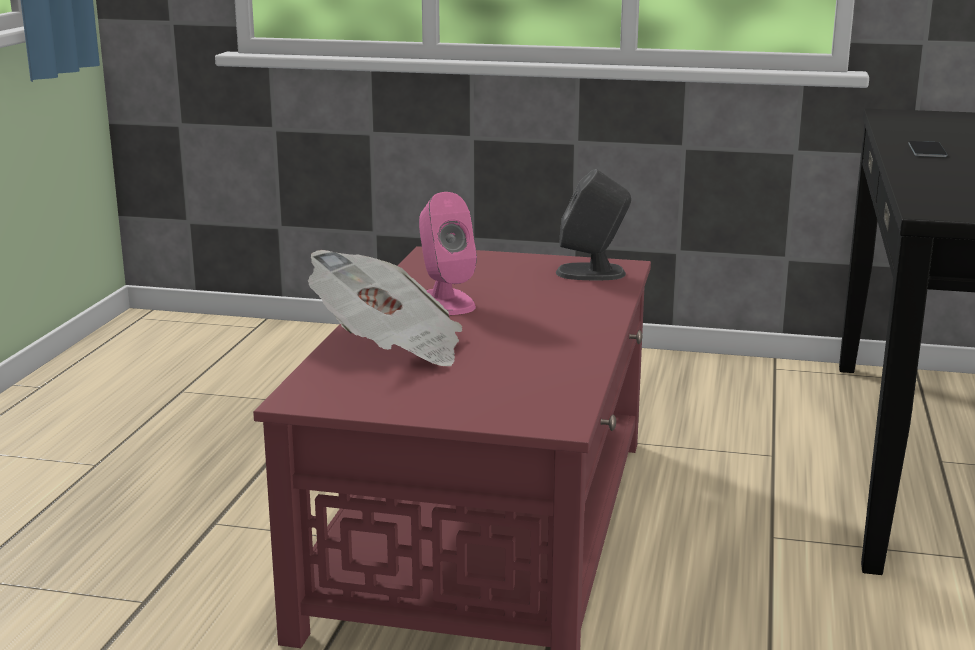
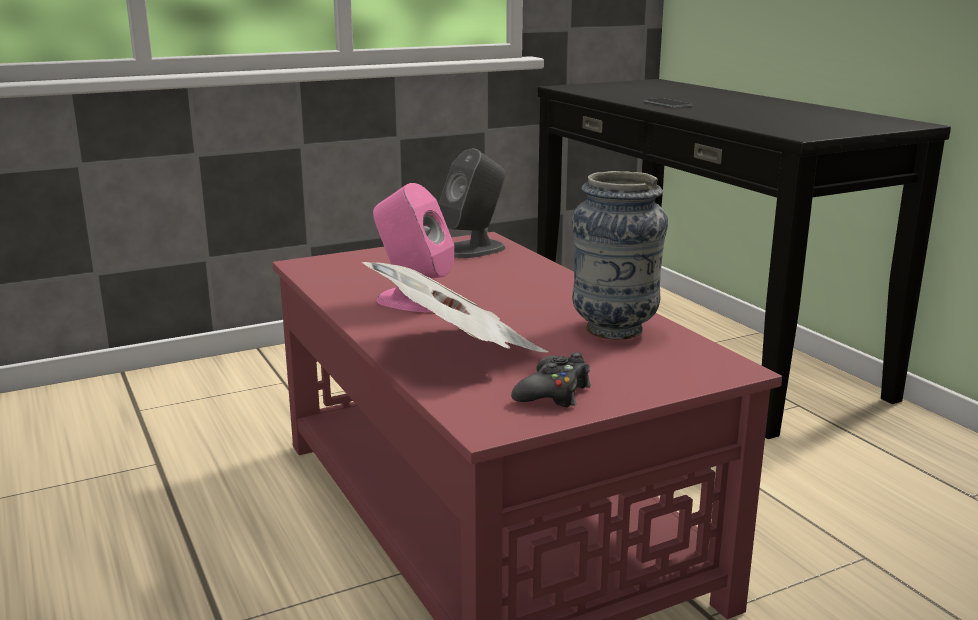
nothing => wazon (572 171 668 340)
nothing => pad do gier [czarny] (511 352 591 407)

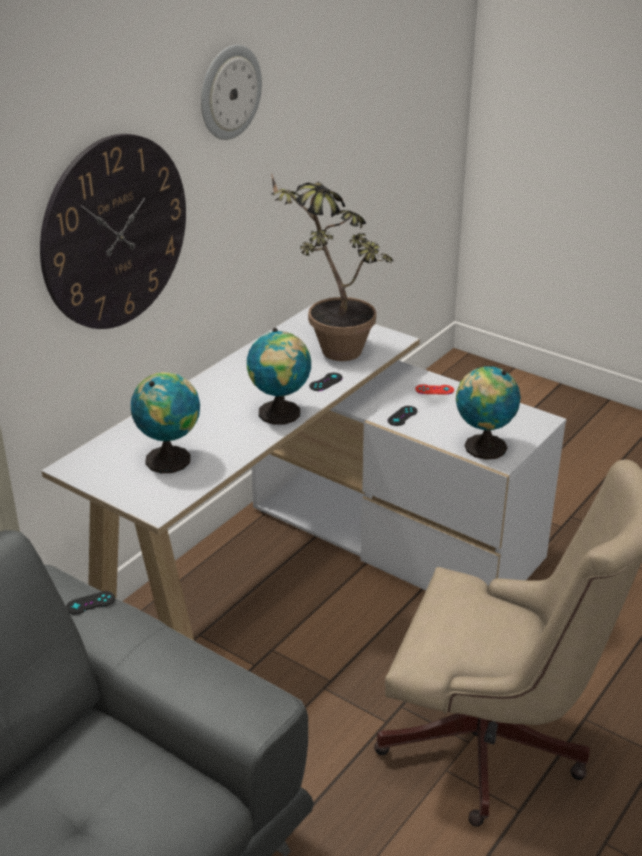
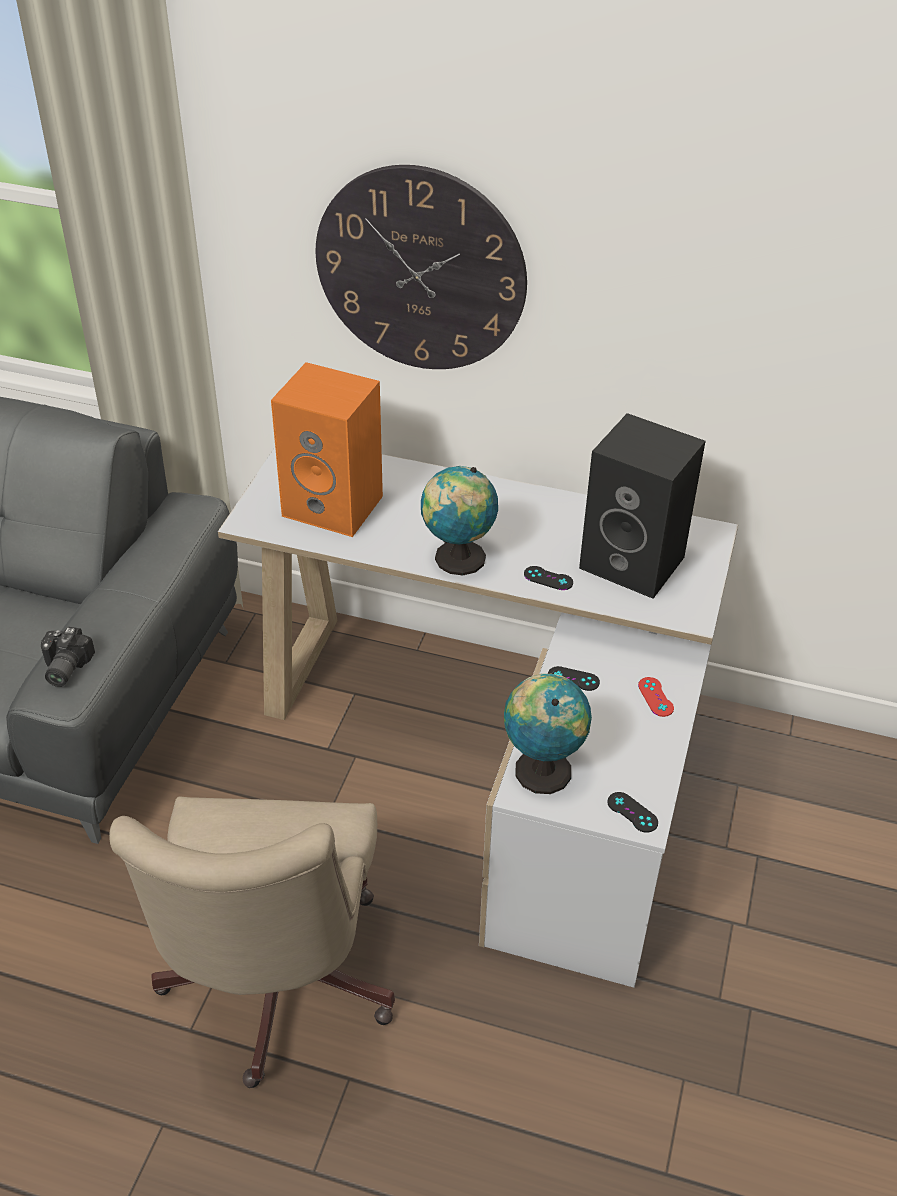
zegar ścienny (201 45 262 140) => nothing
roślina doniczkowa (271 173 393 361) => głośnik [czarny] (579 413 705 599)
globus (131 372 200 473) => głośnik [pomarańczowy] (271 362 383 537)
pad do gier [czarny] (66 591 115 615) => pad do gier [czarny] (607 792 658 833), moved
nothing => aparat fotograficzny (41 627 95 687)

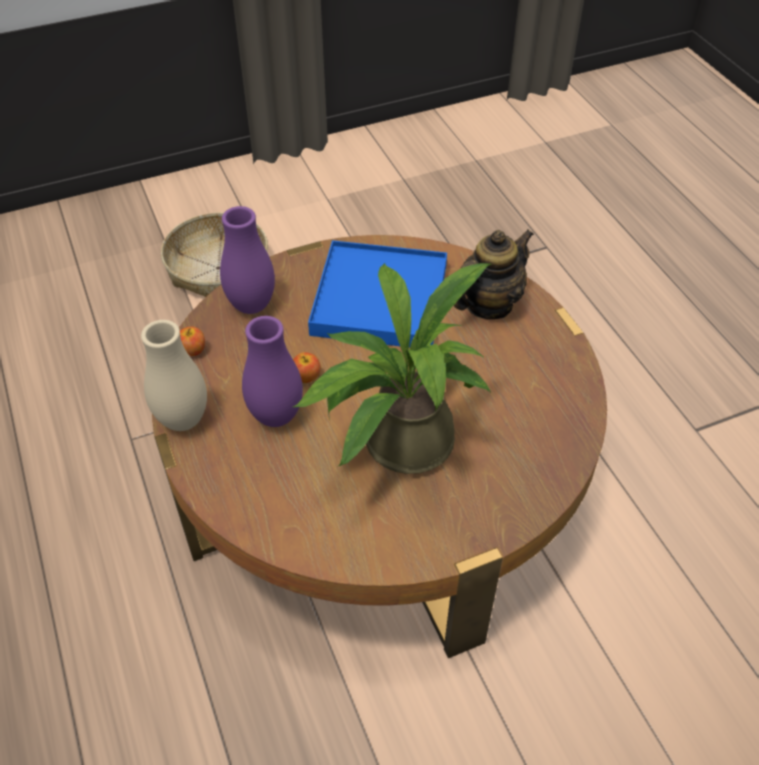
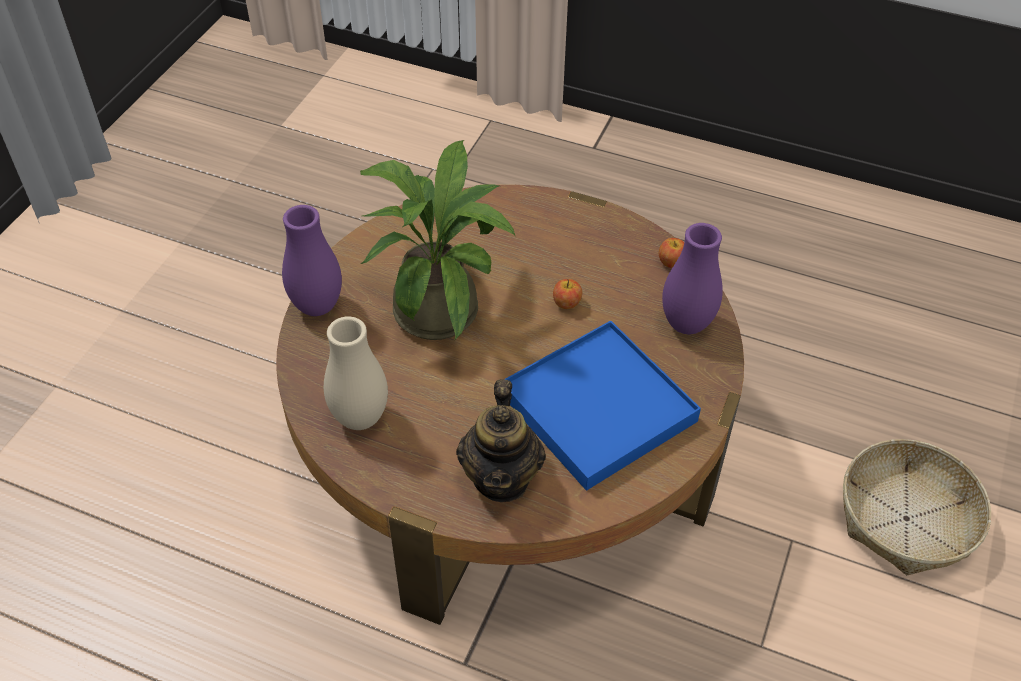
wazon [fioletowy] (242 316 303 427) => wazon [fioletowy] (282 205 342 316), moved
wazon [beżowy] (141 320 207 431) => wazon [beżowy] (324 316 388 430), moved

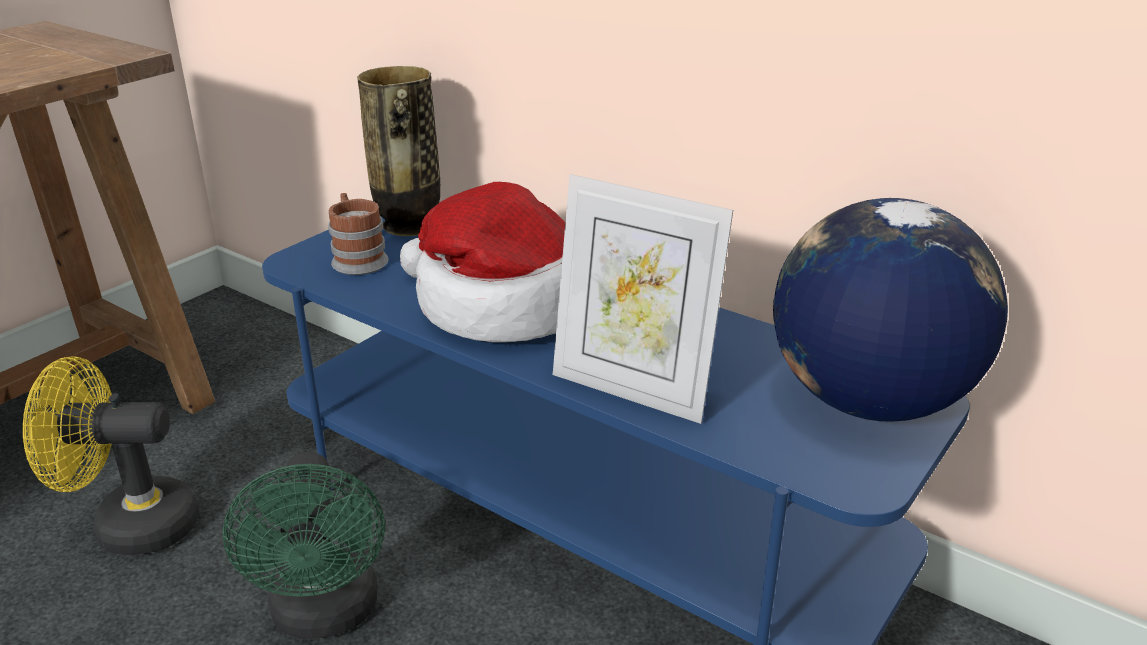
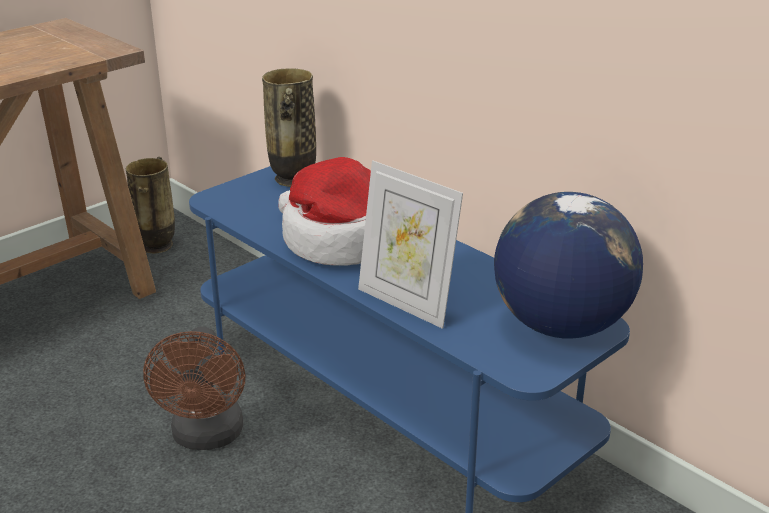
kubek (328 193 388 275) => nothing
wentylator [żółty] (23 356 199 555) => nothing
wentylator [zielony] (223 452 385 639) => wentylator [brązowy] (143 326 245 450)
nothing => wazon (125 156 175 254)

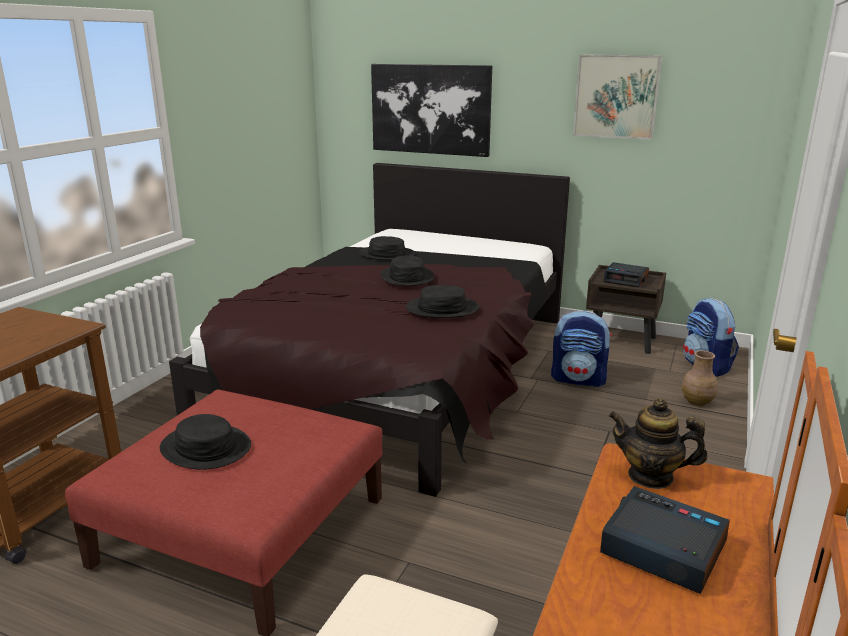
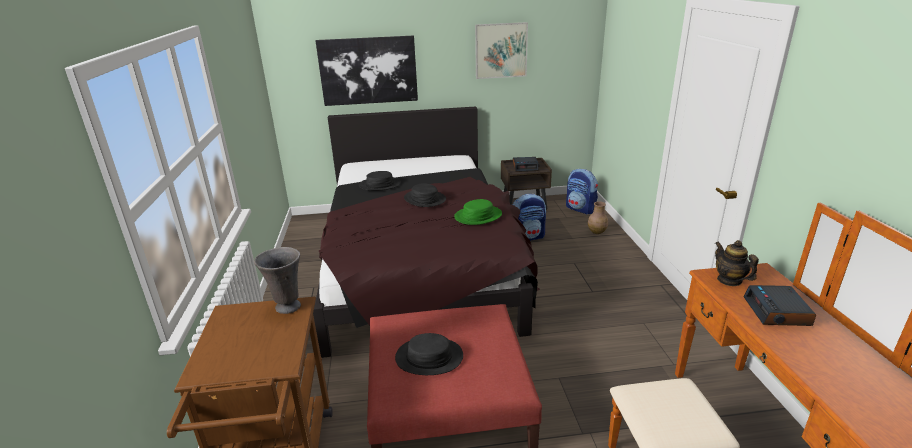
kapelusz [czarny] (406 285 479 318) => kapelusz [zielony] (454 199 502 225)
imbryk (609 398 707 489) => imbryk (715 240 759 286), 75 degrees clockwise
budzik (600 486 730 594) => budzik (743 285 816 326), 90 degrees counterclockwise
nothing => wazon [szary] (254 247 301 314)

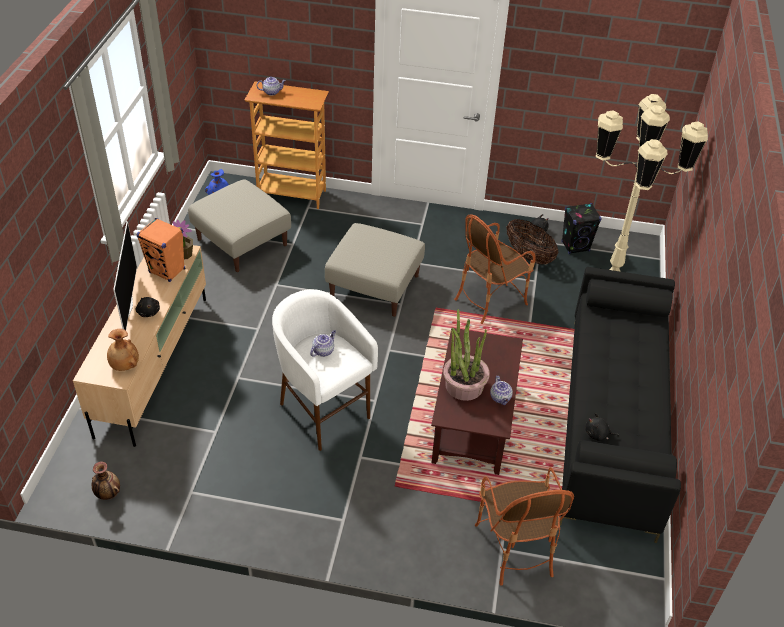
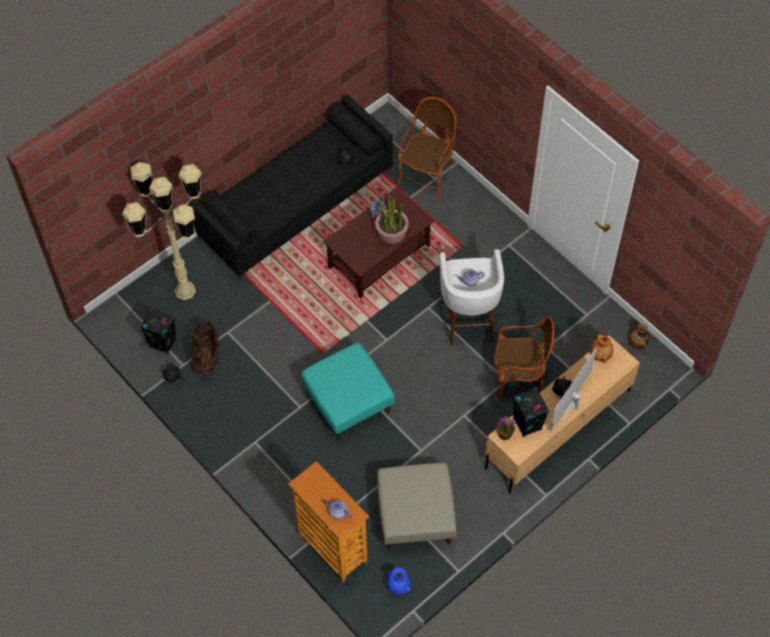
fotel (454 214 536 324) => fotel (495 316 554 401), moved
głośnik [pomarańczowy] (137 218 185 282) => głośnik [czarny] (513 387 549 437)
pufa [beżowy] (325 223 425 317) => pufa [turkusowy] (301 343 395 440)

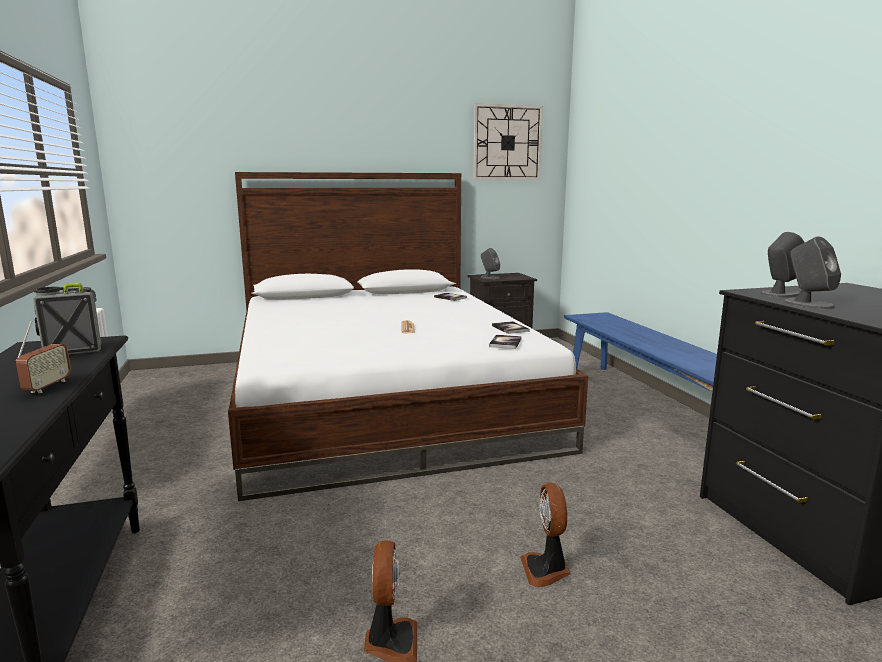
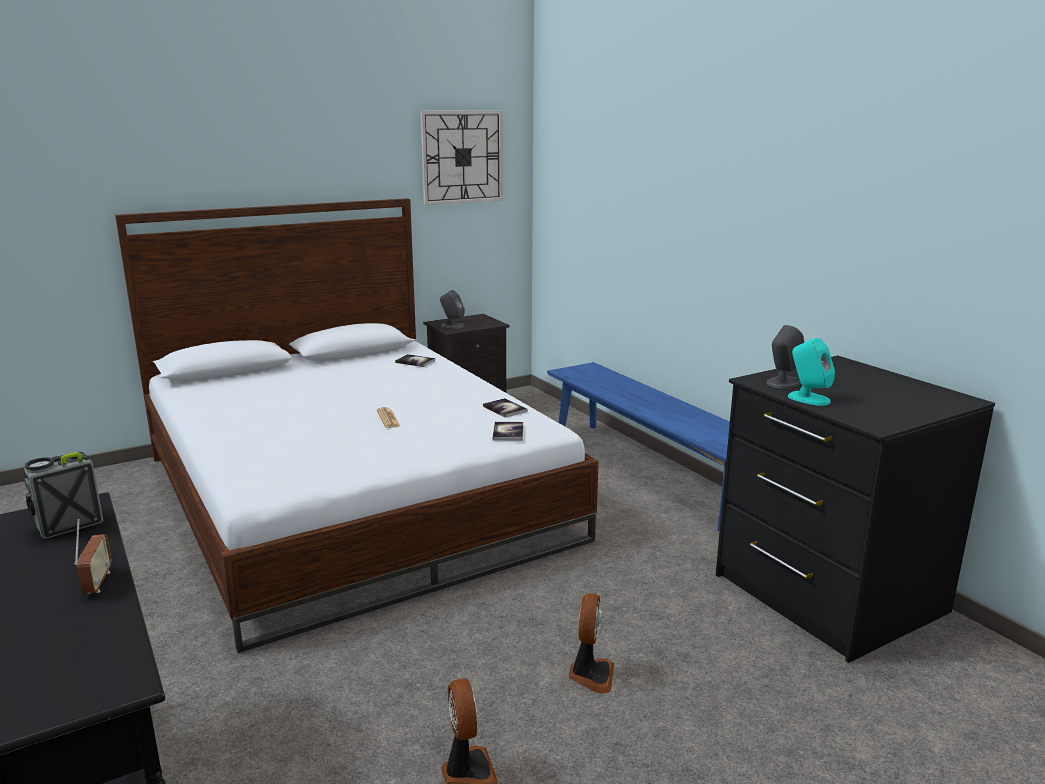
głośnik [szary] (783 236 841 310) => głośnik [turkusowy] (788 338 835 406)
wentylator (520 483 571 588) => wentylator (569 593 614 694), 150 degrees counterclockwise

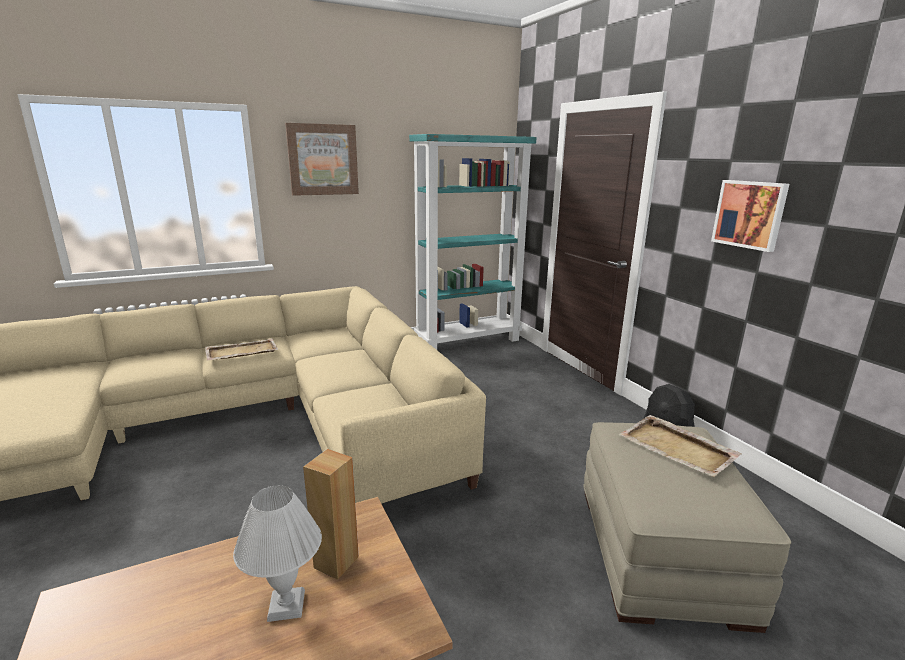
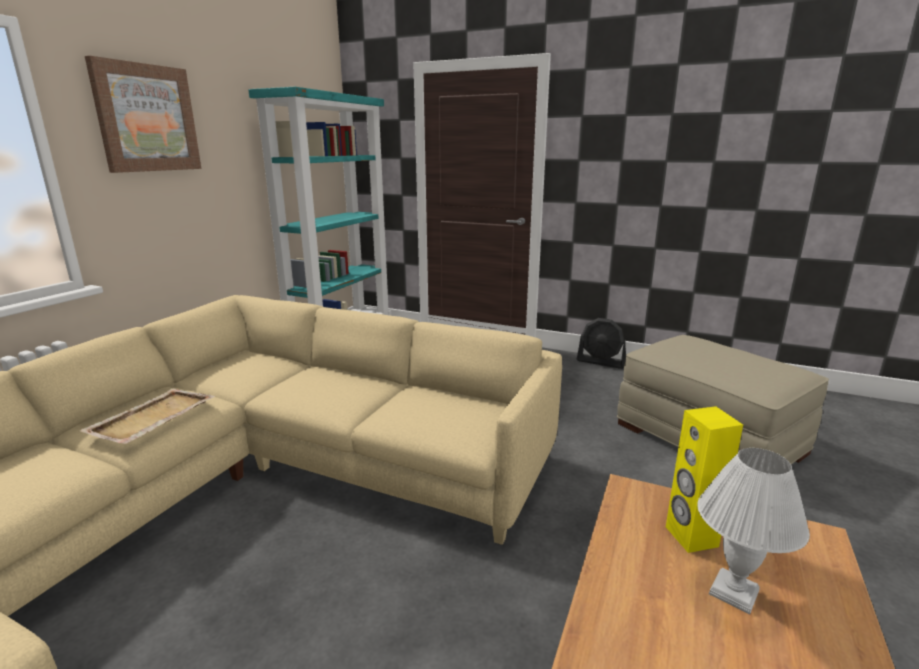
obraz (711 180 789 252) => nothing
taca [beżowy] (619 415 742 477) => nothing
głośnik [brązowy] (303 449 359 580) => głośnik [żółty] (666 406 743 553)

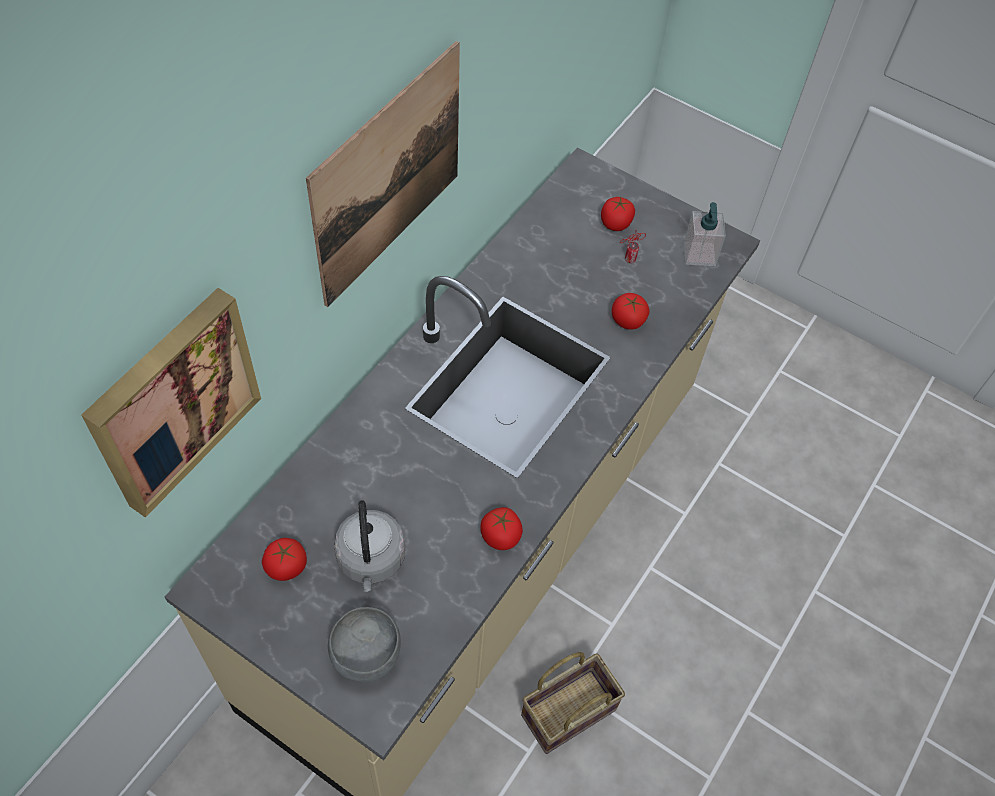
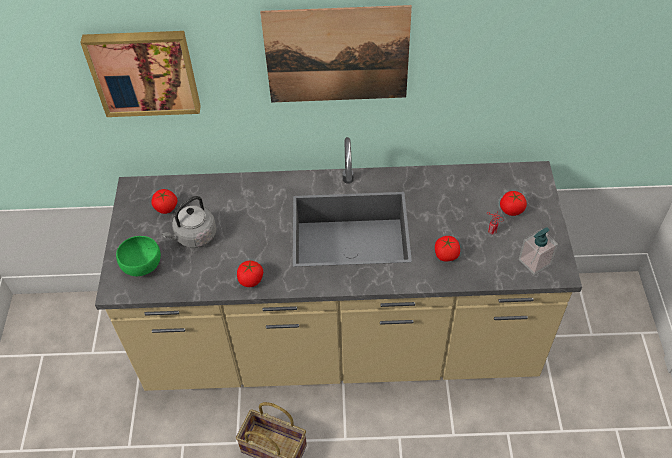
miska [szary] (328 607 401 682) => miska [zielony] (116 236 161 276)

